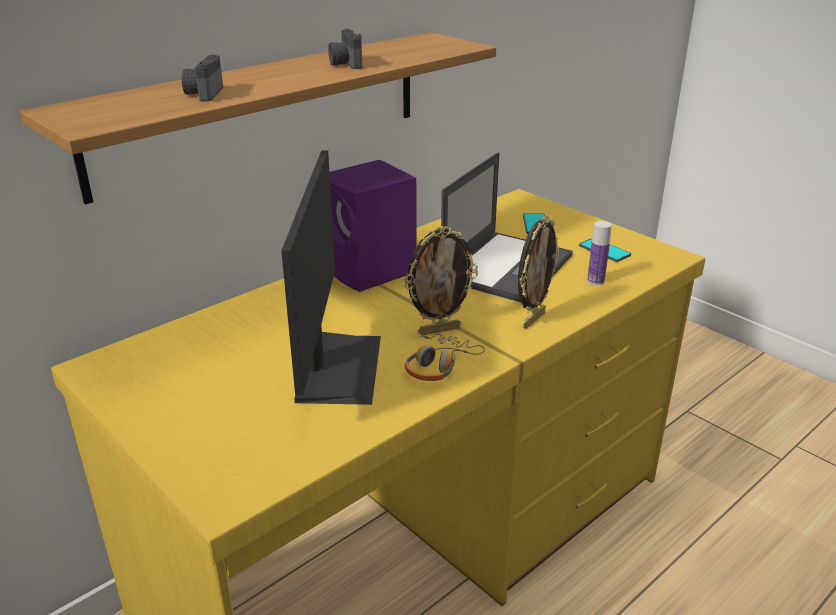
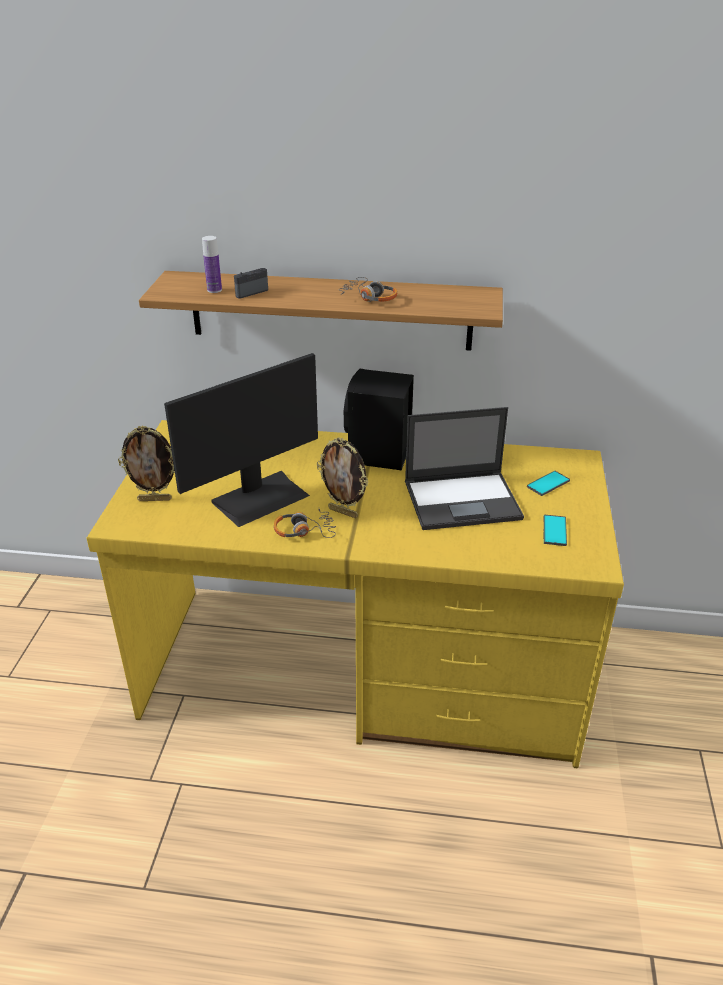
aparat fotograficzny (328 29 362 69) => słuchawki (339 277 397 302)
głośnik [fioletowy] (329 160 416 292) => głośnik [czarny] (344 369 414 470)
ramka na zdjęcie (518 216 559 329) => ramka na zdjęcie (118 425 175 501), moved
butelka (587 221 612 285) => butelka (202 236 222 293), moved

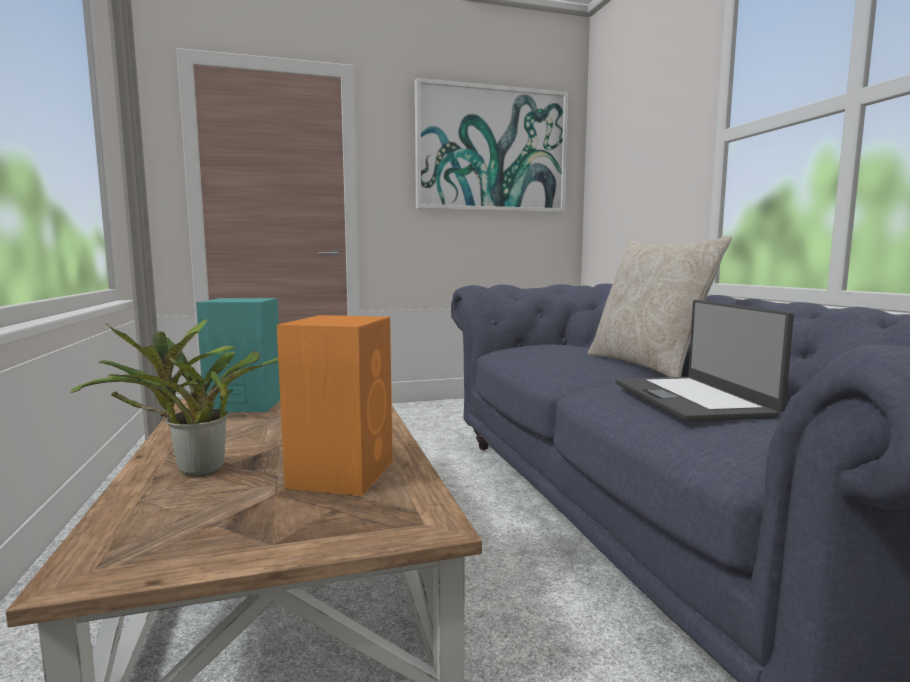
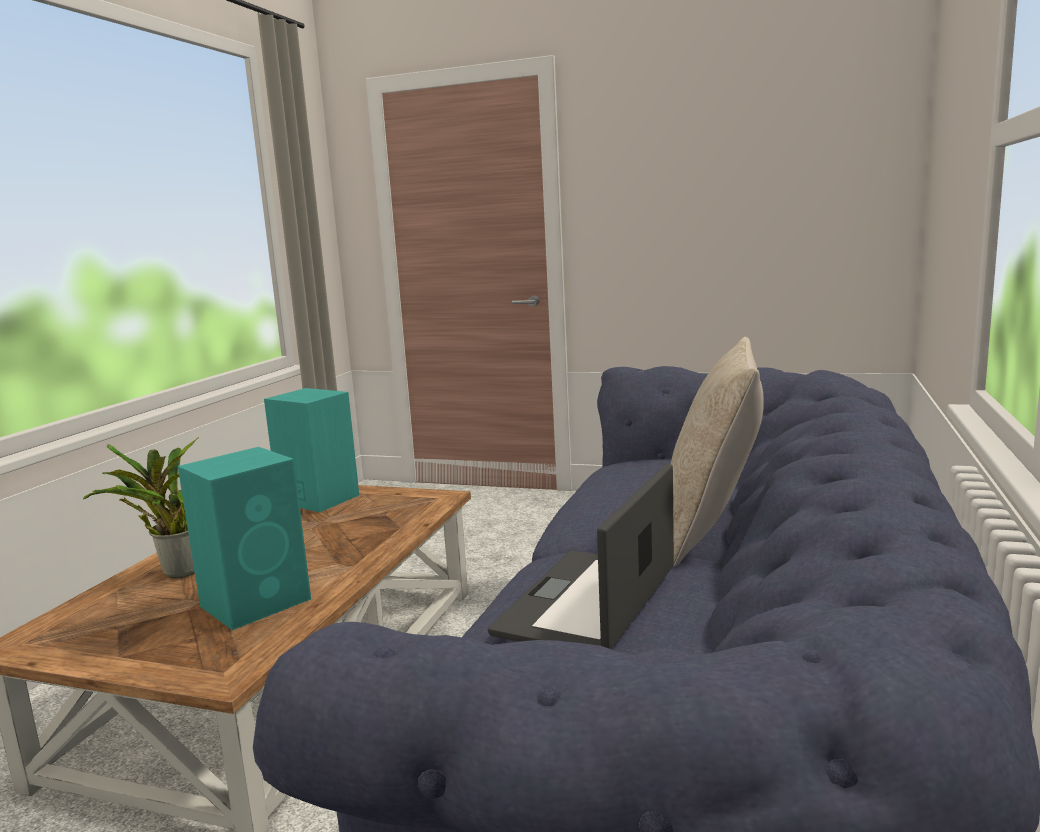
obraz (415 78 568 213) => nothing
głośnik [pomarańczowy] (277 315 393 496) => głośnik [turkusowy] (178 447 311 630)

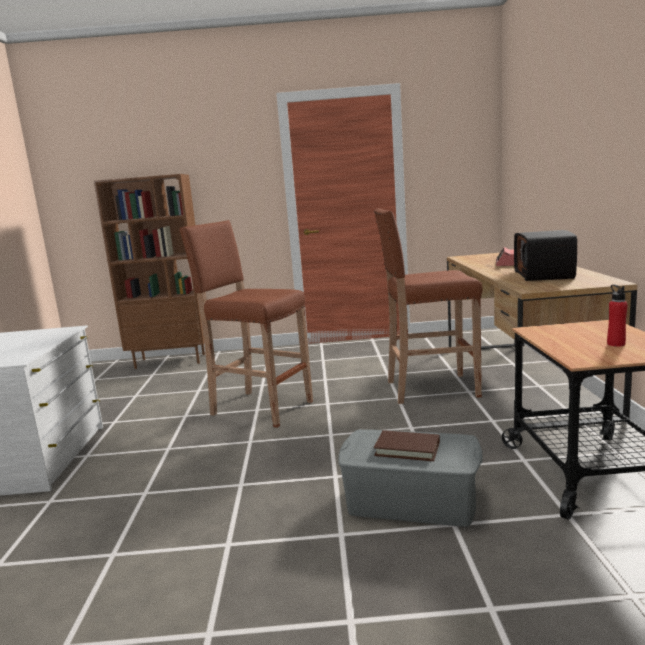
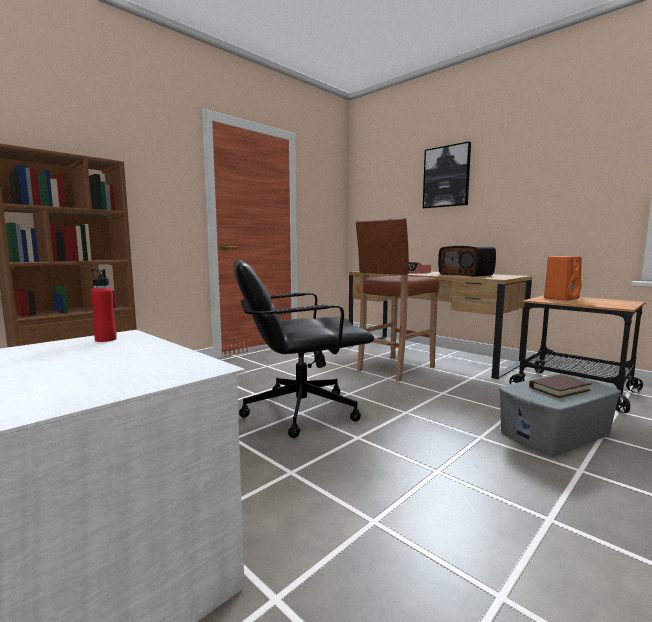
stołek [brązowy] (179 220 313 428) => krzesło biurowe [czarny] (233 260 374 438)
butelka [czerwony] (607 284 628 347) => butelka [czerwony] (91 269 117 342), moved
nothing => obraz (423 141 471 208)
nothing => głośnik [pomarańczowy] (544 256 582 300)

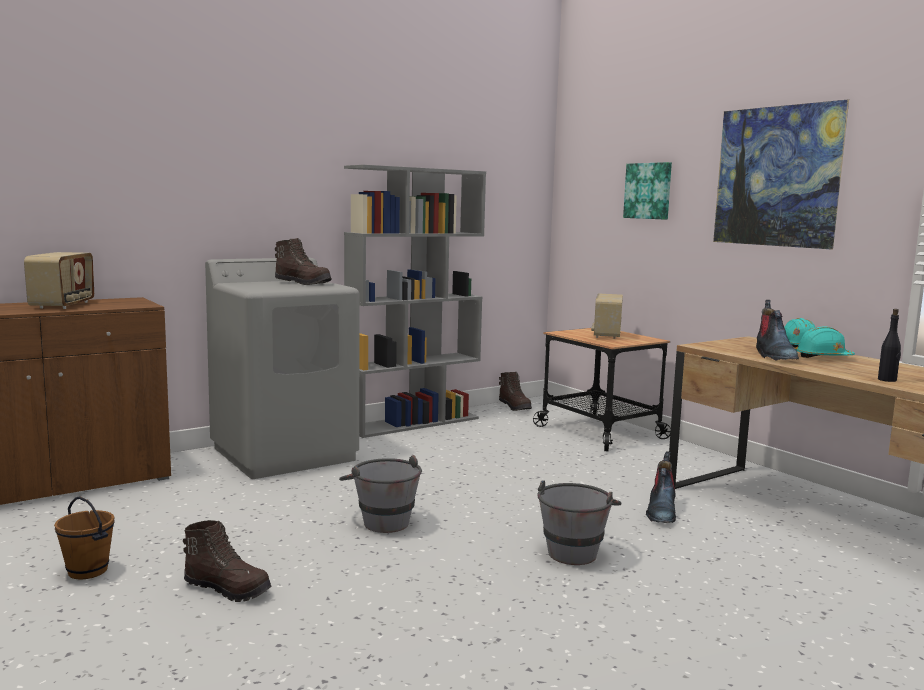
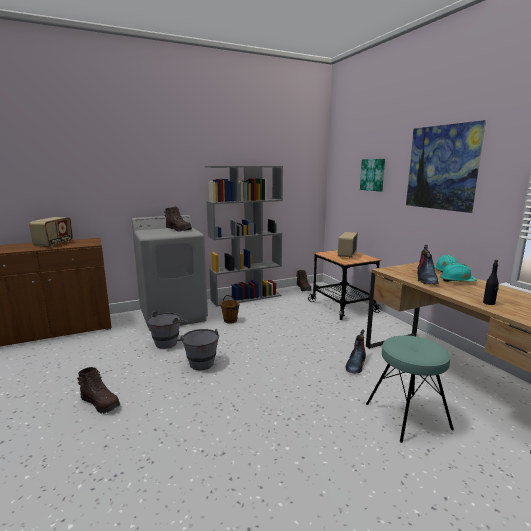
wiadro [szary] (537 481 622 565) => wiadro [szary] (147 311 189 349), moved
wiadro [brązowy] (54 496 115 579) => wiadro [brązowy] (220 295 240 324), moved
nothing => stołek [turkusowy] (366 336 454 443)

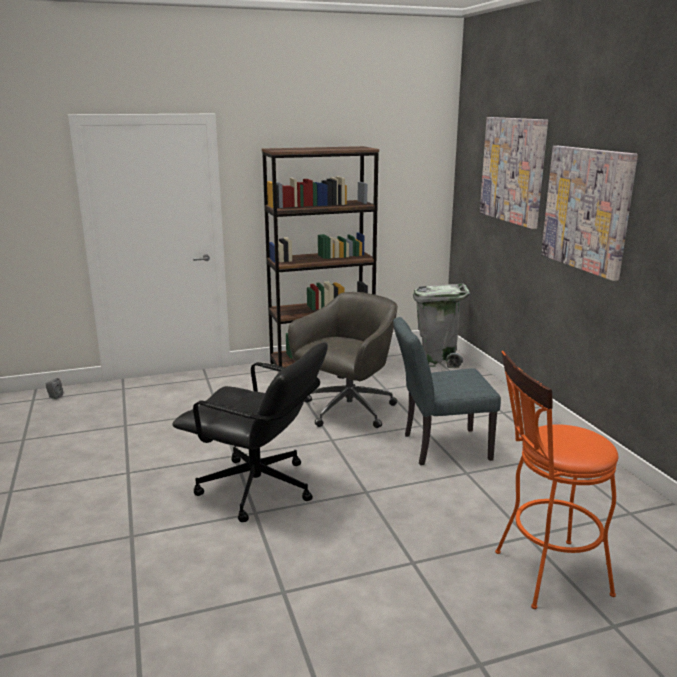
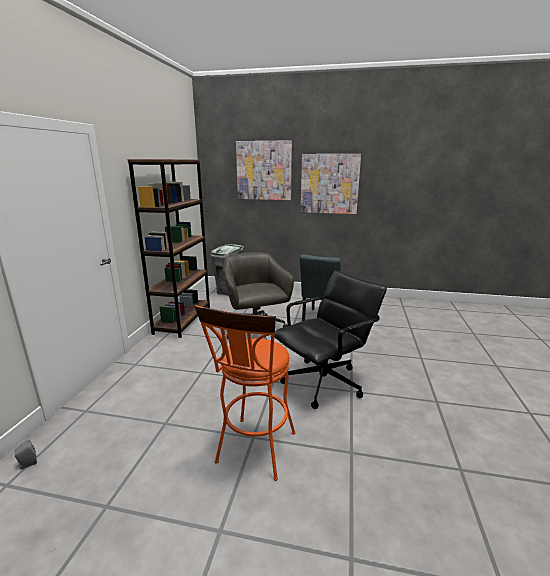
stołek [pomarańczowy] (495 351 618 609) => stołek [pomarańczowy] (195 305 296 481), moved

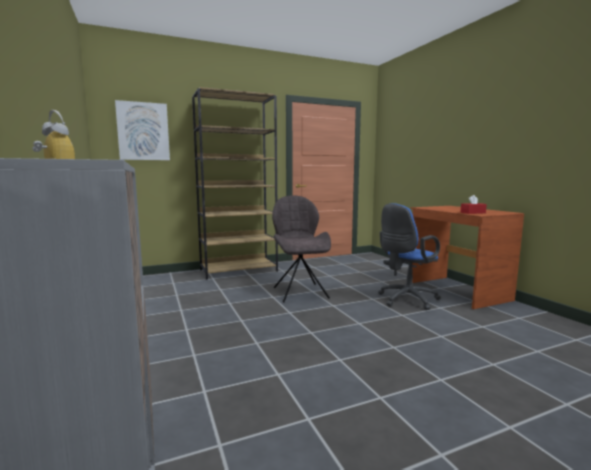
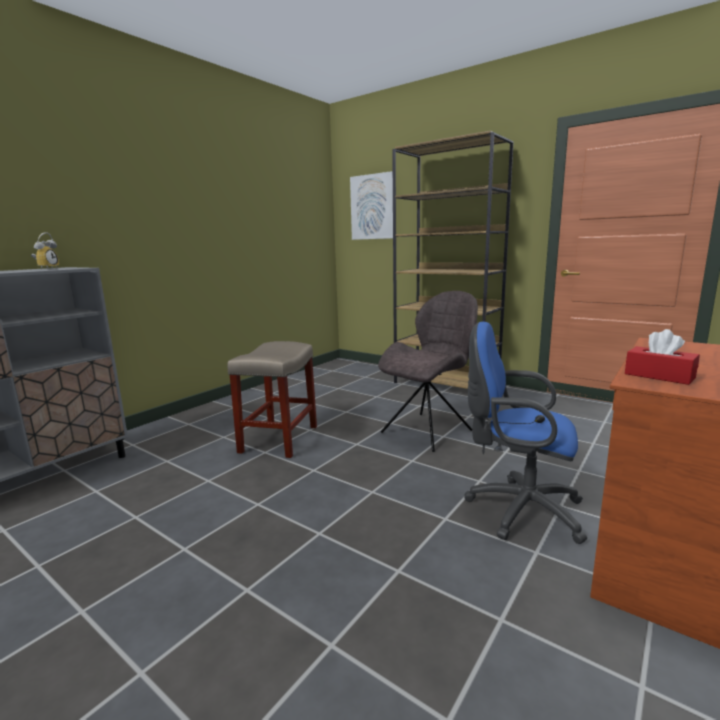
nothing => stołek [beżowy] (227 341 317 458)

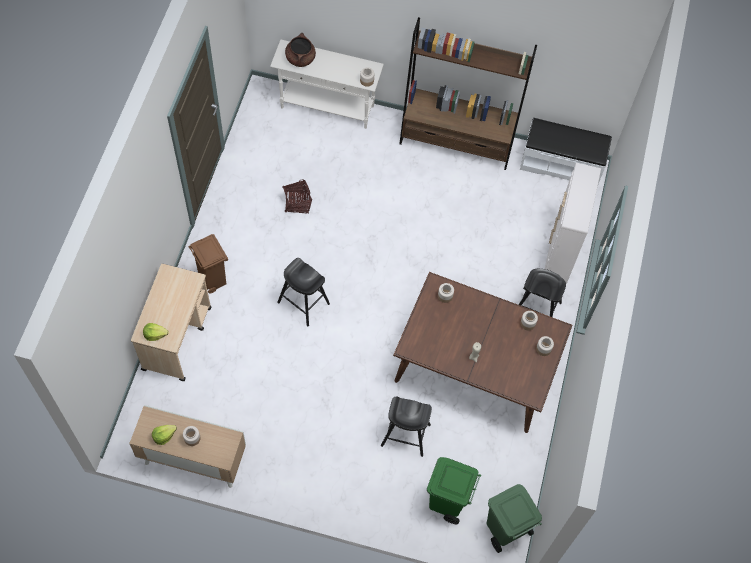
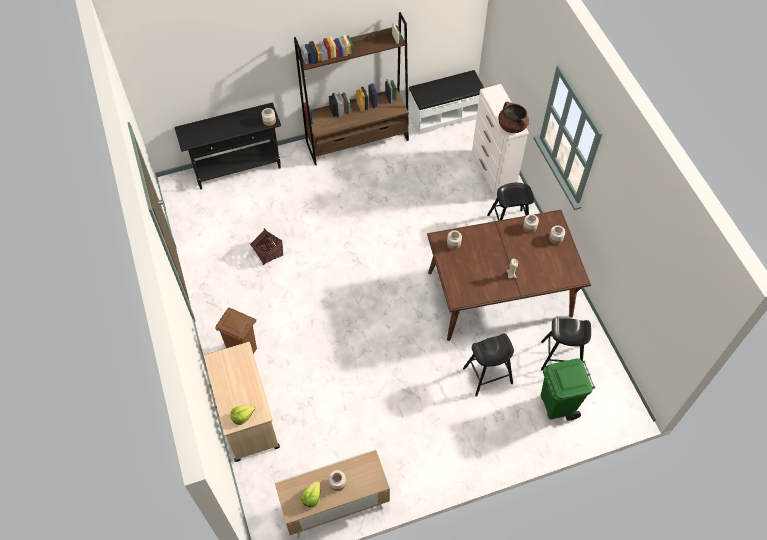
garnek [brązowy] (285 33 316 67) => garnek [brązowy] (498 101 529 133), moved
stolik konsolowy [biały] (270 39 384 129) => stolik konsolowy [czarny] (174 102 281 189)
stołek [czarny] (277 258 330 327) => stołek [czarny] (541 318 591 370), moved
kosz na śmieci [zielony] (487 484 542 553) => nothing

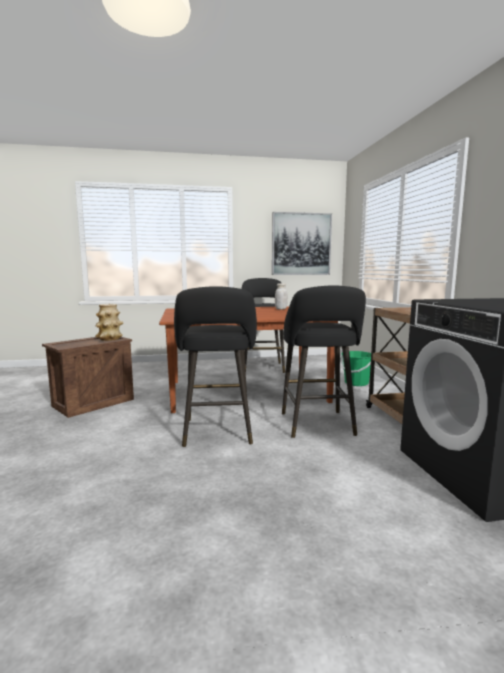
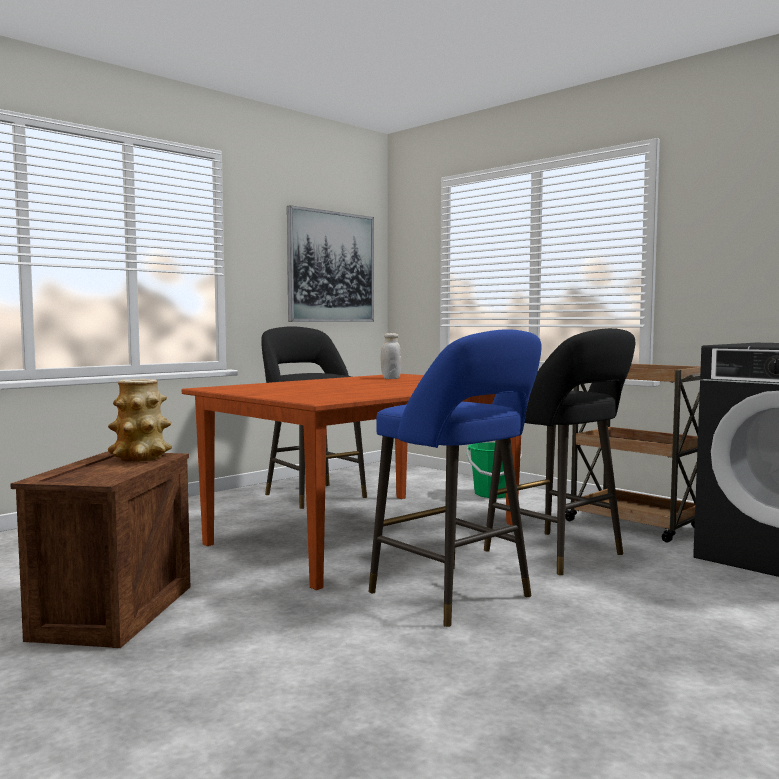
stołek [czarny] (174 286 257 447) => stołek [niebieski] (368 329 542 627)

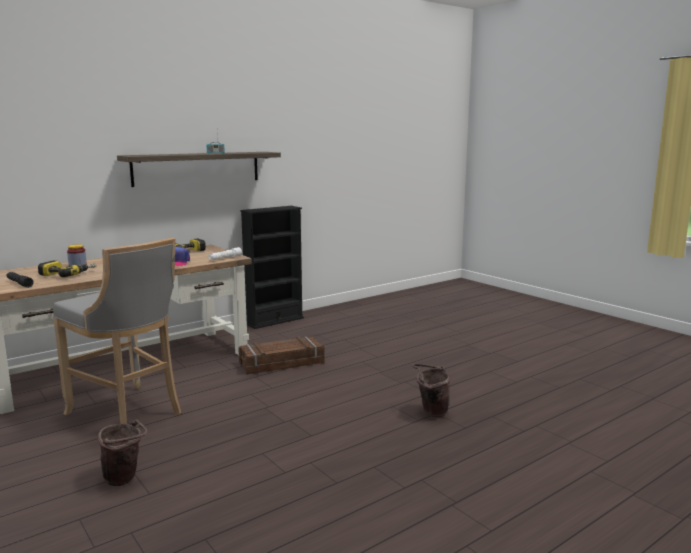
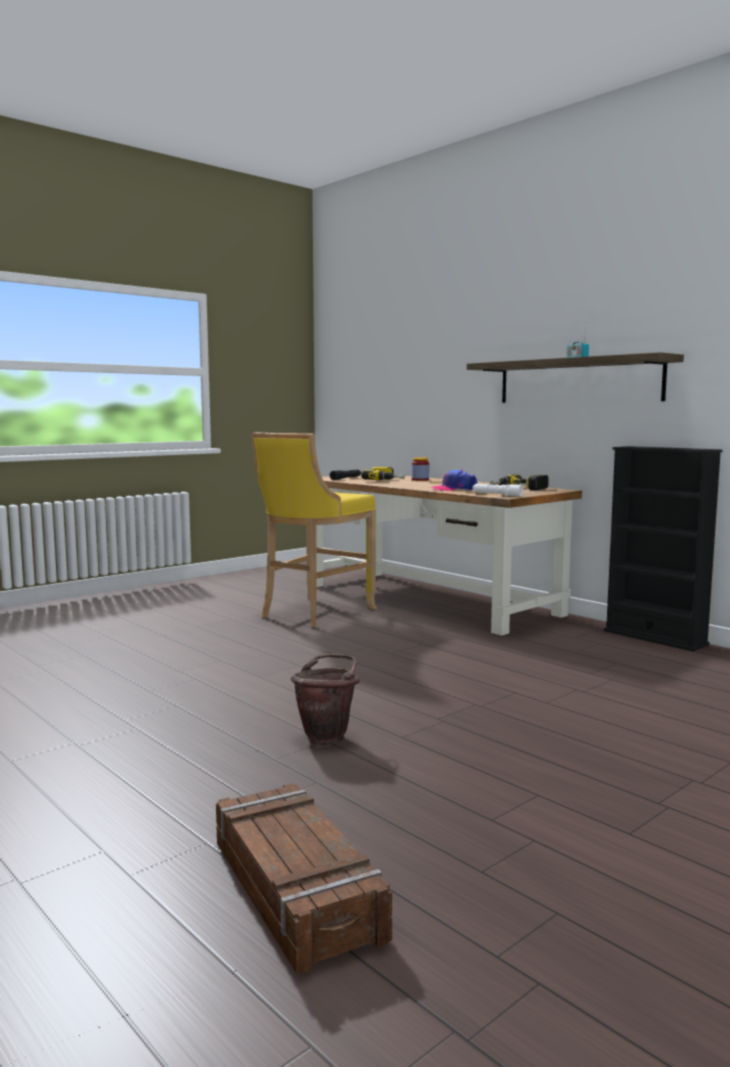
stołek [szary] (53 238 181 424) => stołek [żółty] (251 433 377 627)
skrzynka (238 336 325 375) => skrzynka (216 783 392 974), moved
wiadro [brązowy] (98 419 147 486) => nothing

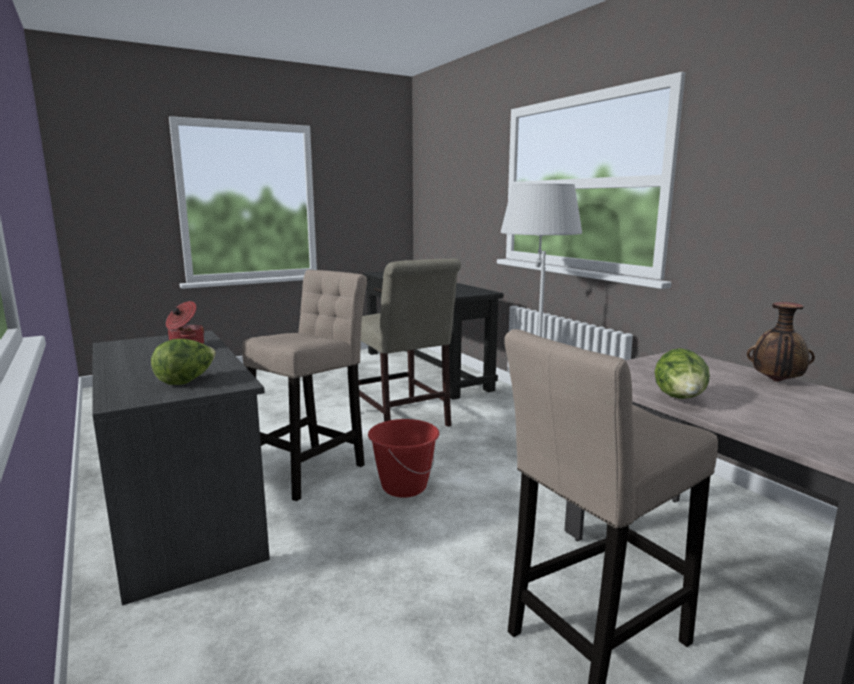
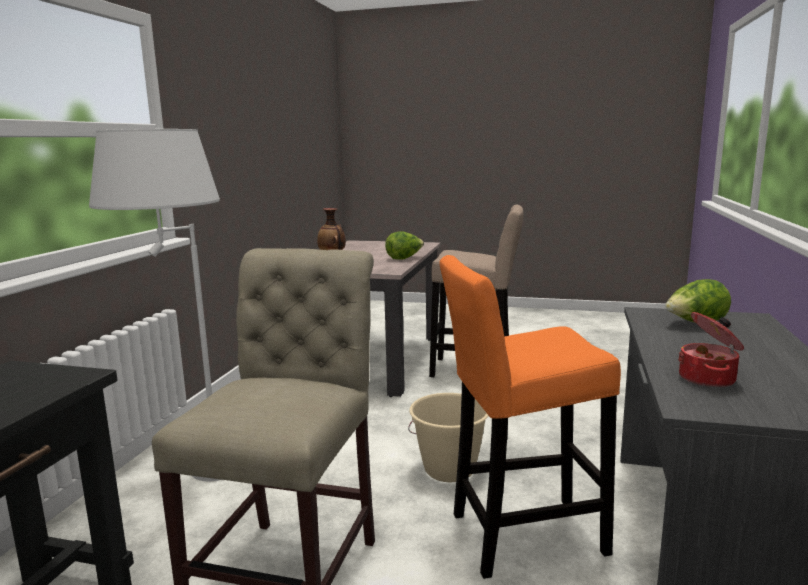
stołek [beżowy] (242 270 367 501) => stołek [pomarańczowy] (440 255 621 579)
wiadro [czerwony] (368 419 439 498) => wiadro [beżowy] (408 393 489 482)

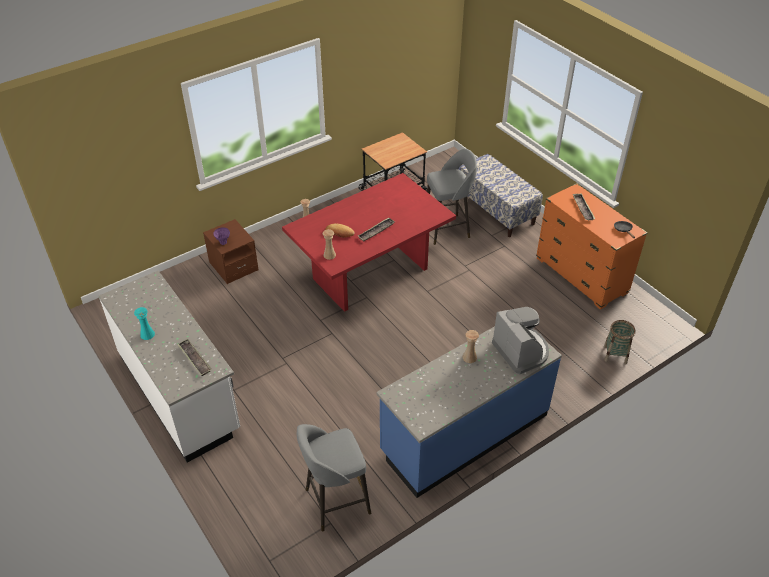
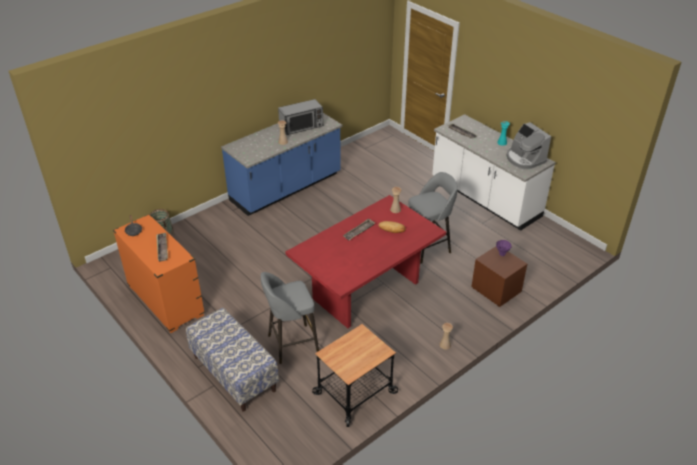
ekspres do kawy (492 307 549 374) => ekspres do kawy (506 122 551 170), moved
stołek [szary] (297 424 371 531) => stołek [szary] (408 172 458 264), moved
nothing => mikrofalówka (278 99 323 135)

